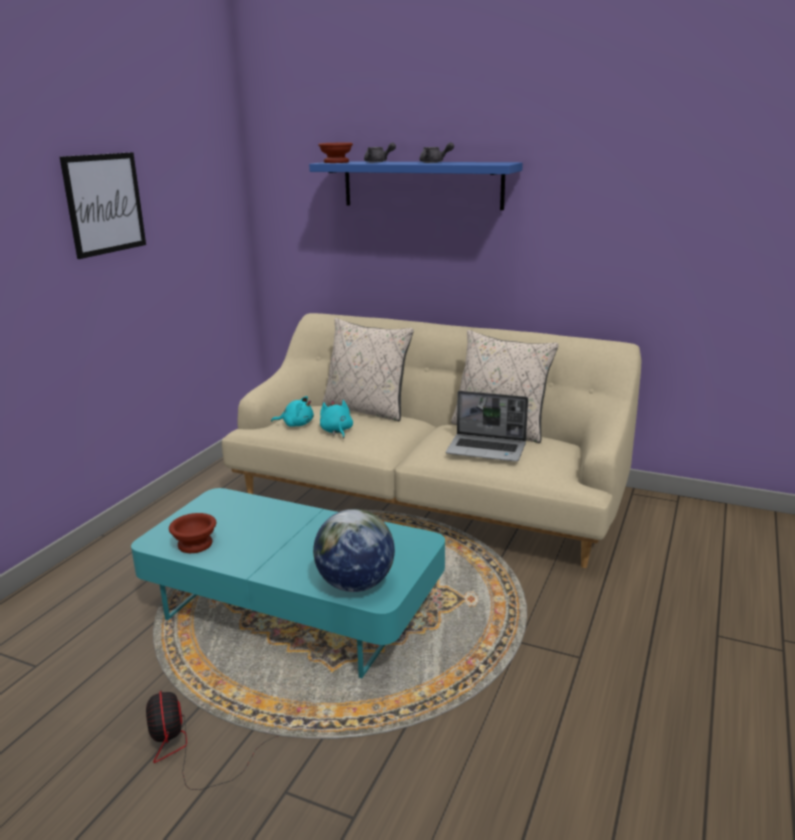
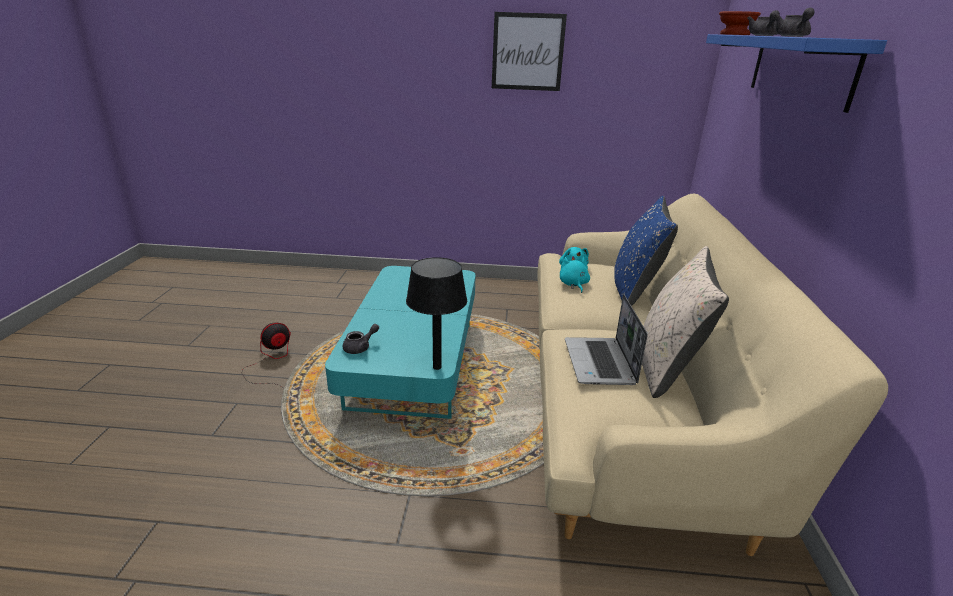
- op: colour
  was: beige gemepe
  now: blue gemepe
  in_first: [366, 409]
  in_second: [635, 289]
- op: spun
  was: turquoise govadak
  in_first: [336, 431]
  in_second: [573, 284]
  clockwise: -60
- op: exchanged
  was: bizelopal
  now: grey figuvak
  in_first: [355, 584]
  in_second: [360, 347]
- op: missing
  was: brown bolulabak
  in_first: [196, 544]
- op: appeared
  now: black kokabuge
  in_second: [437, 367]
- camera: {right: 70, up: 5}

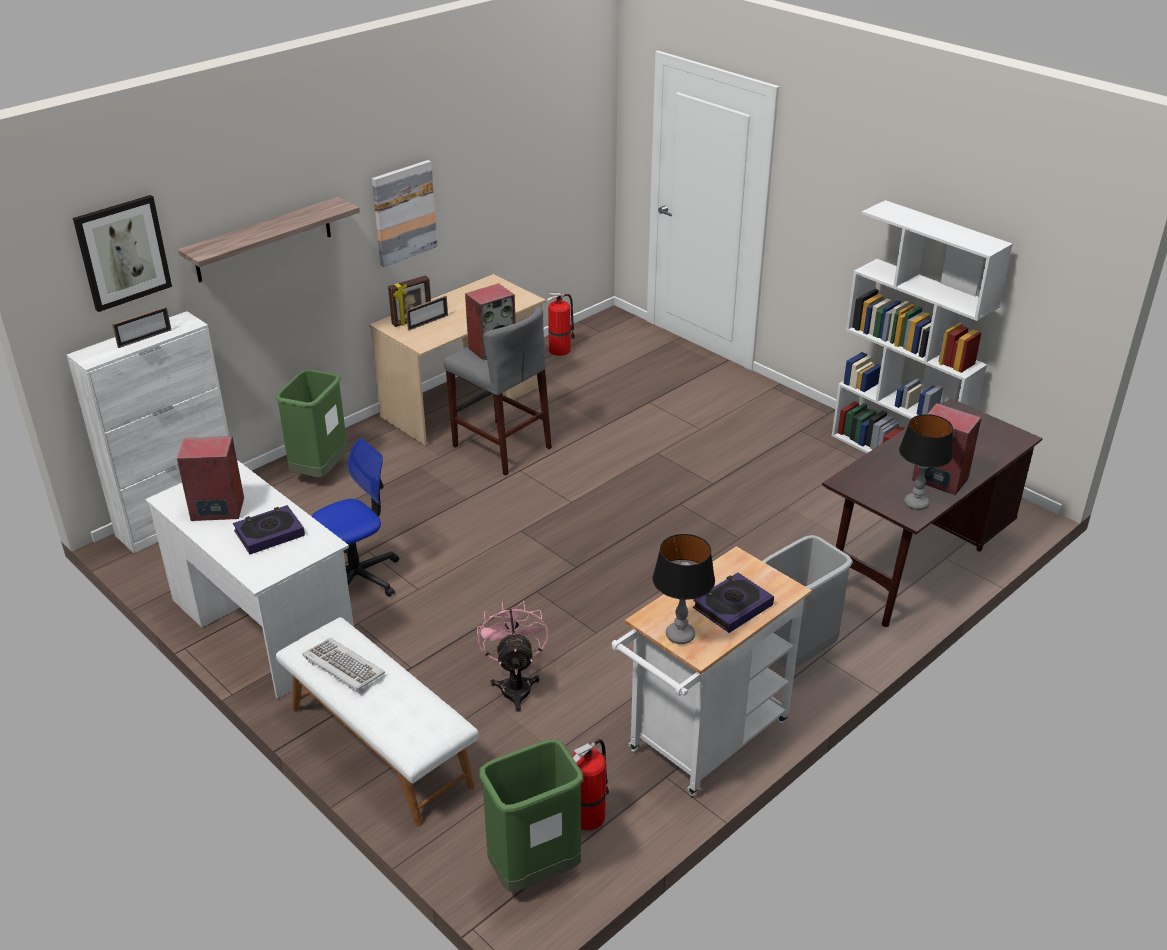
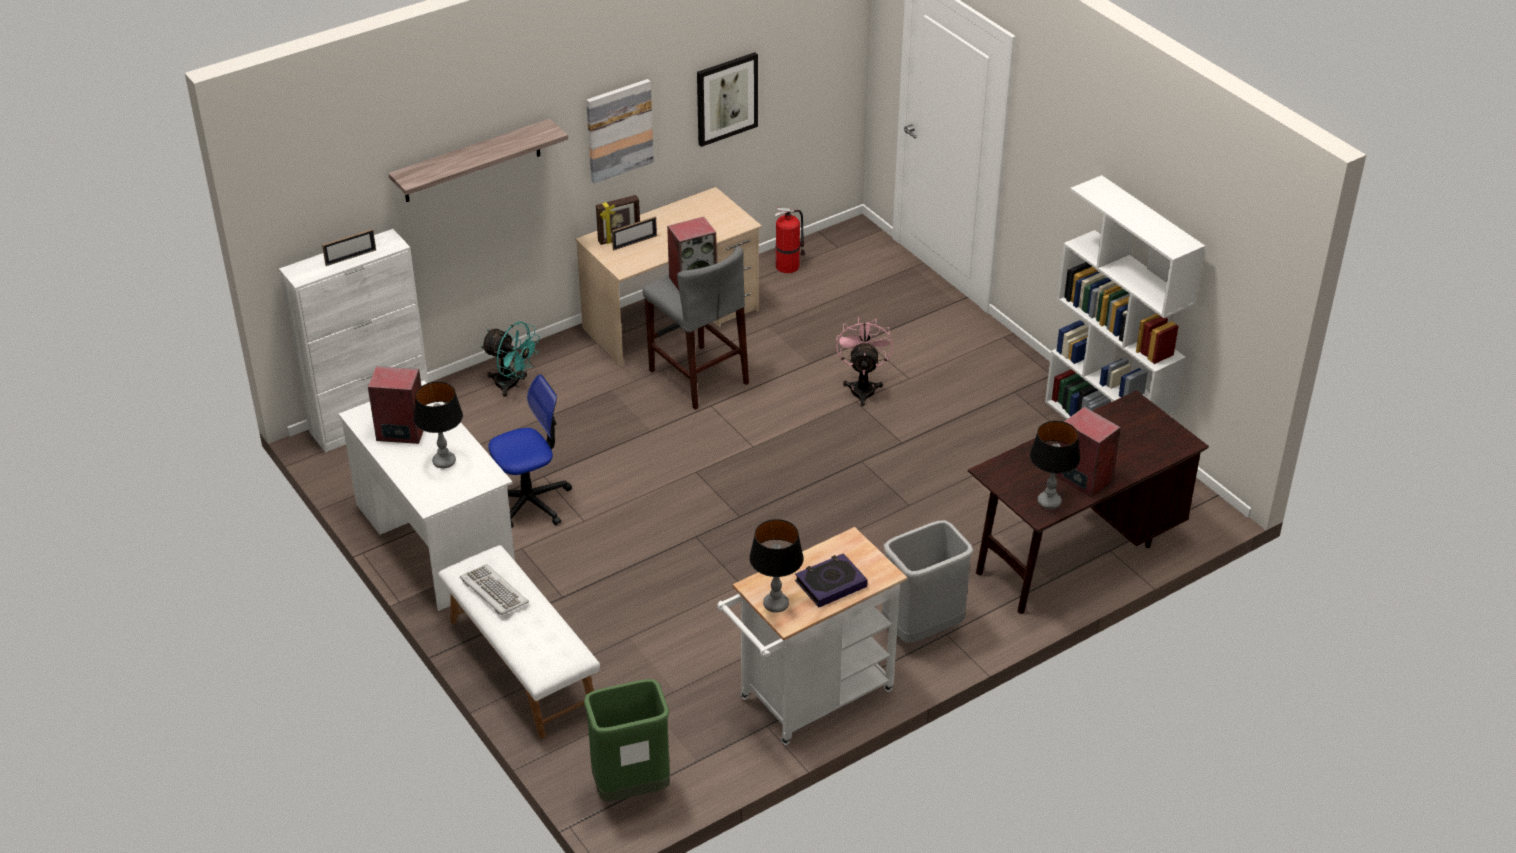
- op: relocated
  was: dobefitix
  in_first: [122, 252]
  in_second: [726, 98]
- op: exchanged
  was: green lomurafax
  now: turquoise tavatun
  in_first: [320, 472]
  in_second: [512, 385]
- op: exchanged
  was: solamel
  now: kokabuge
  in_first: [269, 533]
  in_second: [444, 461]
- op: relocated
  was: pink tavatun
  in_first: [515, 685]
  in_second: [863, 387]
- op: missing
  was: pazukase
  in_first: [589, 815]
- camera: {right: 10, up: 5}

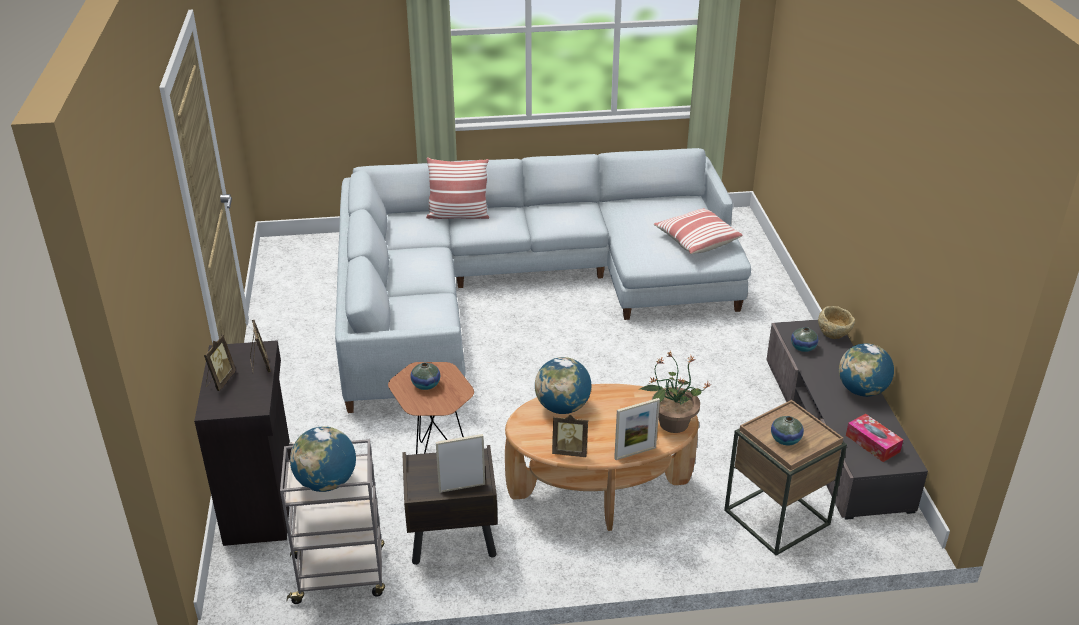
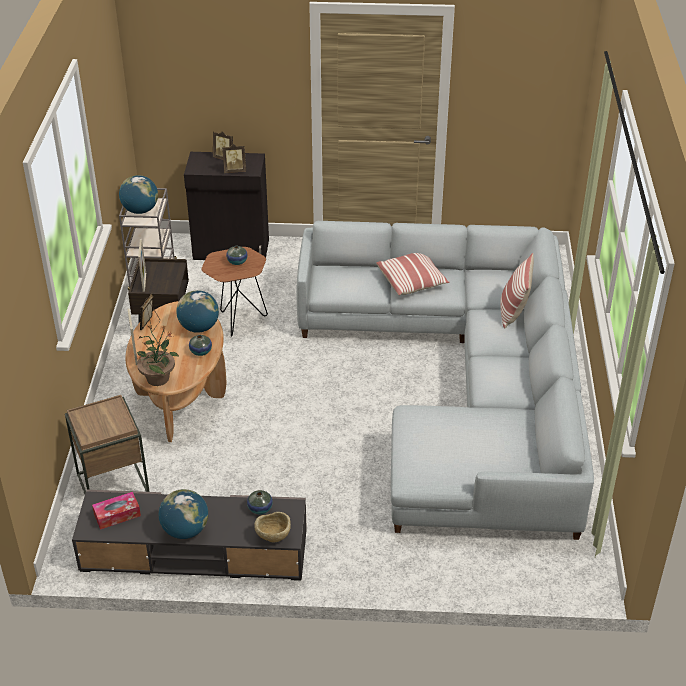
- op: relocated
  was: gemepe
  in_first: [696, 241]
  in_second: [412, 281]
- op: relocated
  was: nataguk
  in_first: [785, 439]
  in_second: [201, 351]
- camera: {right: 100, up: 5}

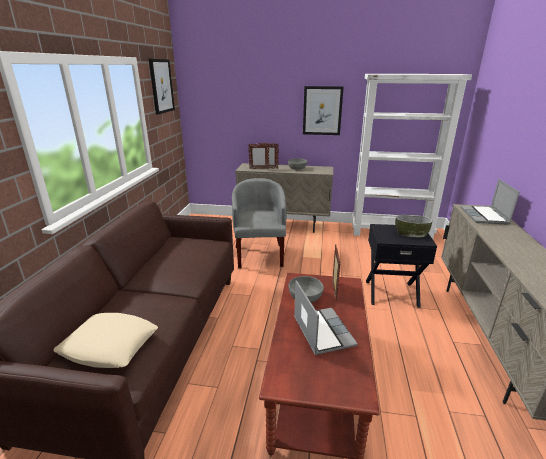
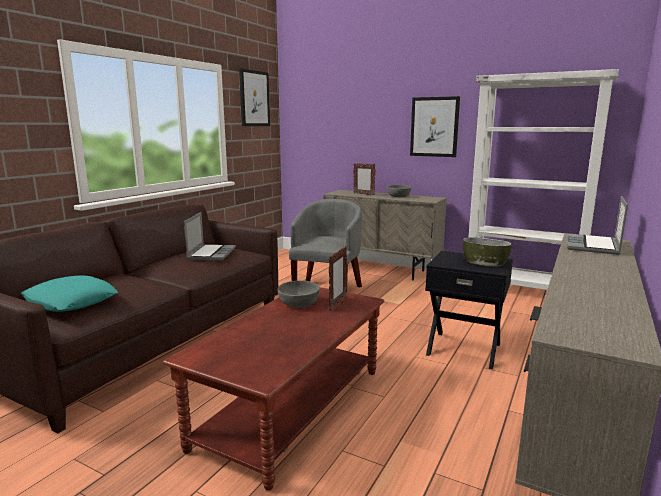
- op: missing
  was: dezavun
  in_first: [259, 169]
- op: relocated
  was: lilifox
  in_first: [322, 331]
  in_second: [211, 253]
- op: colour
  was: beige gemepe
  now: turquoise gemepe
  in_first: [109, 345]
  in_second: [70, 301]
- camera: {right: 20, up: -10}

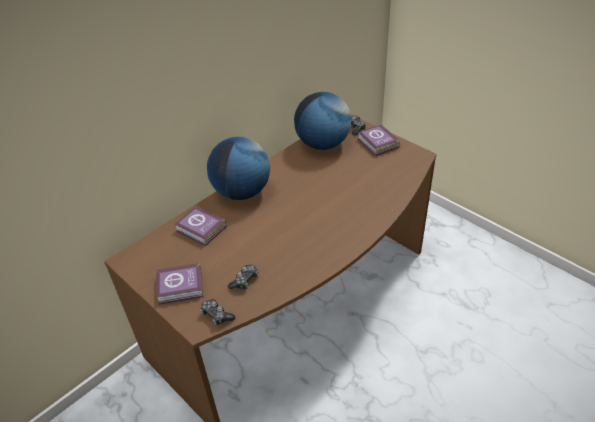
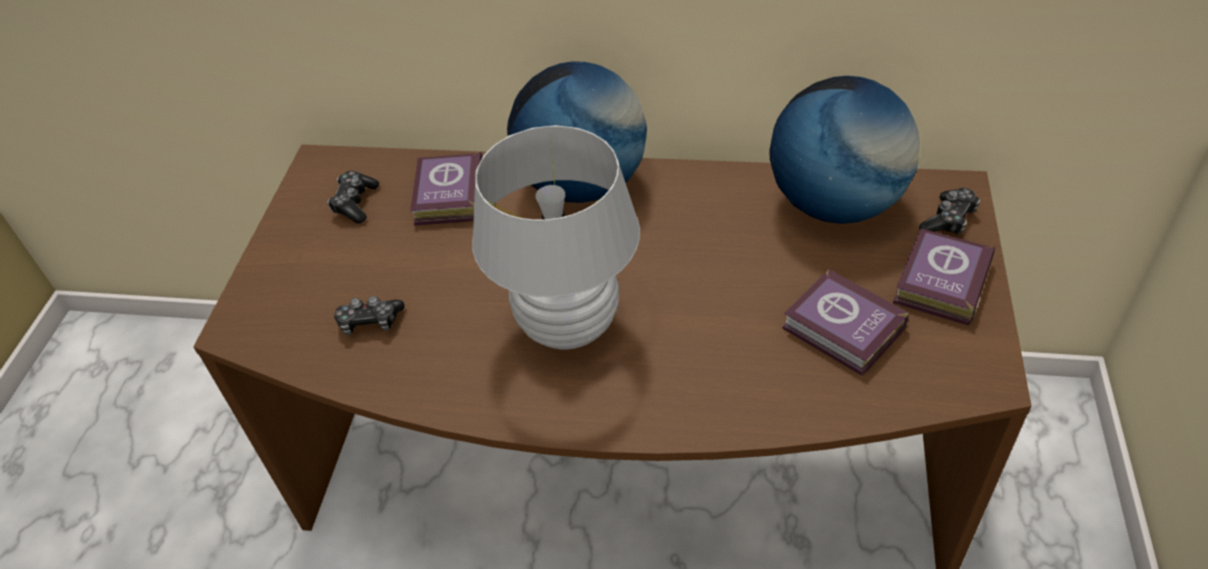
- op: relocated
  was: solamel
  in_first: [181, 287]
  in_second: [844, 331]
- op: relocated
  was: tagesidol
  in_first: [216, 315]
  in_second: [355, 203]
- op: appeared
  now: white kokabuge
  in_second: [568, 325]
- camera: {right: 55, up: 5}

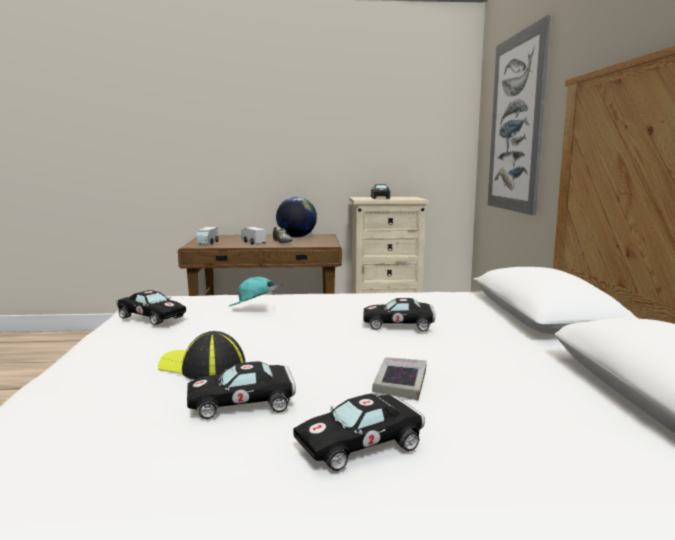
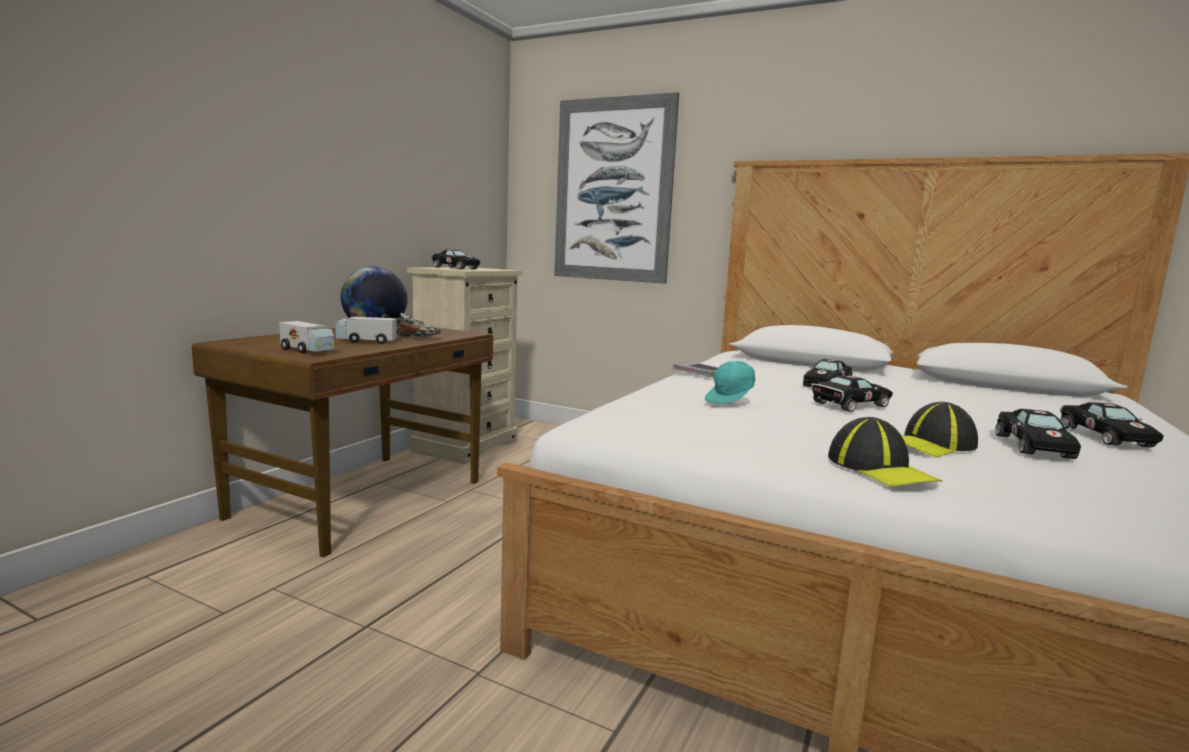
- op: relocated
  was: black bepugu
  in_first: [150, 317]
  in_second: [849, 405]
- op: relocated
  was: solamel
  in_first: [400, 383]
  in_second: [700, 374]
- op: appeared
  now: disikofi
  in_second: [881, 469]
- camera: {right: -60, up: 0}

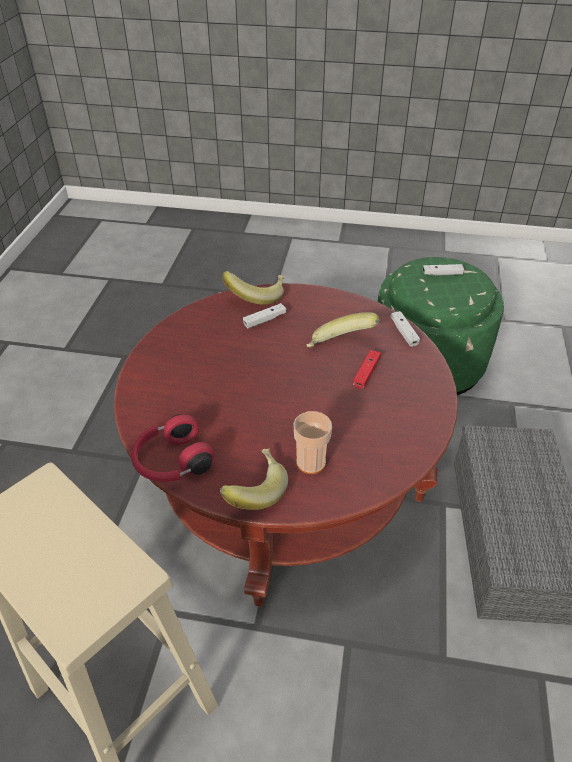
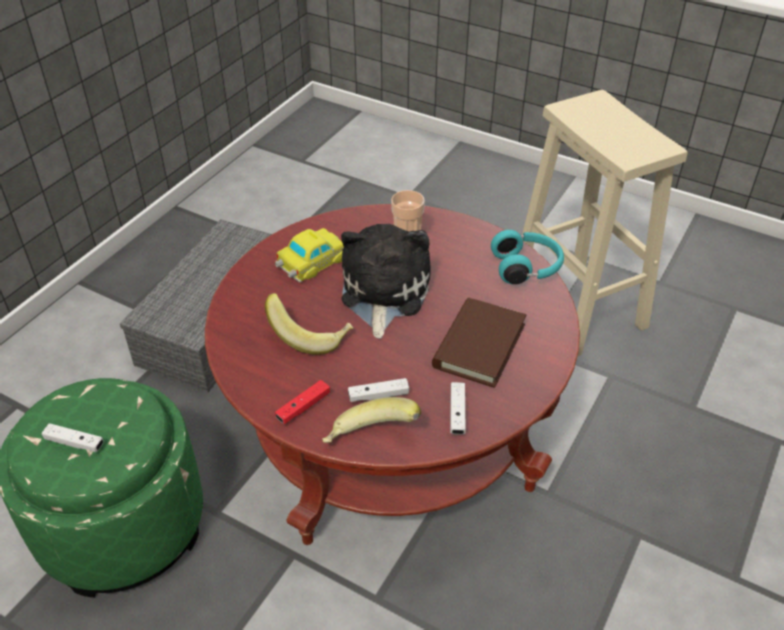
- op: relocated
  was: white tagesidol
  in_first: [404, 332]
  in_second: [457, 413]
- op: relocated
  was: red tagesidol
  in_first: [366, 373]
  in_second: [303, 407]
- op: colour
  was: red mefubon
  now: turquoise mefubon
  in_first: [172, 462]
  in_second: [527, 267]
- op: missing
  was: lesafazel
  in_first: [254, 490]
- op: appeared
  now: govadak
  in_second: [383, 293]
- op: appeared
  now: bepugu
  in_second: [311, 262]
- op: appeared
  now: brown solamel
  in_second: [479, 345]
- camera: {right: -160, up: 0}

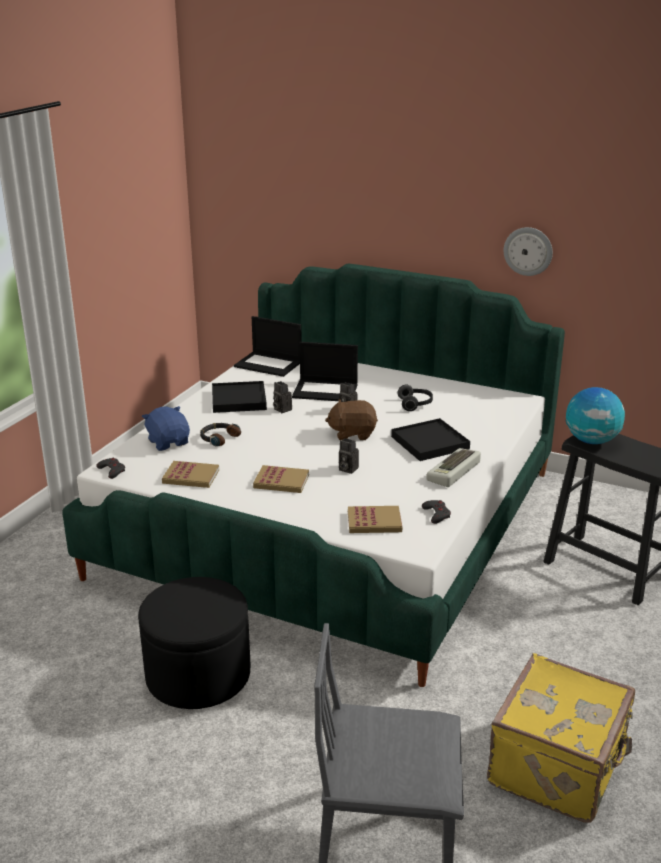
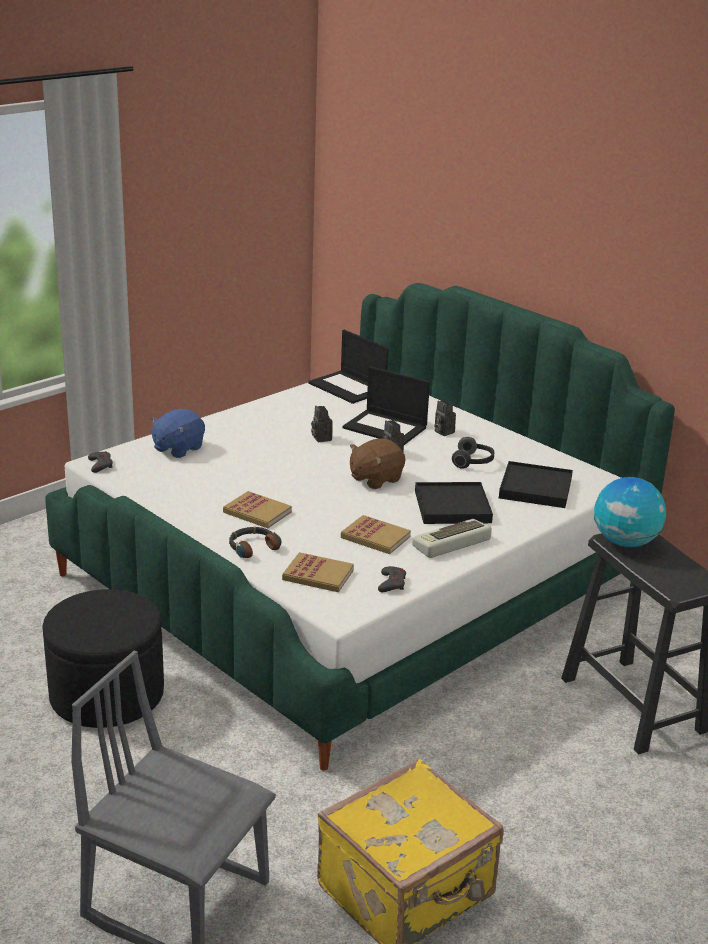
- op: missing
  was: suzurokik
  in_first: [528, 251]
- op: relocated
  was: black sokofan
  in_first: [239, 400]
  in_second: [535, 488]
- op: spun
  was: brown govadak
  in_first: [352, 433]
  in_second: [375, 479]
  clockwise: -60
- op: spun
  was: blue govadak
  in_first: [169, 442]
  in_second: [177, 448]
  clockwise: -135
- op: relocated
  was: mefubon
  in_first: [219, 438]
  in_second: [253, 547]
- op: relocated
  was: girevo
  in_first: [347, 469]
  in_second: [442, 431]
- op: relocated
  was: solamel
  in_first: [191, 477]
  in_second: [375, 537]
- camera: {right: 20, up: 0}

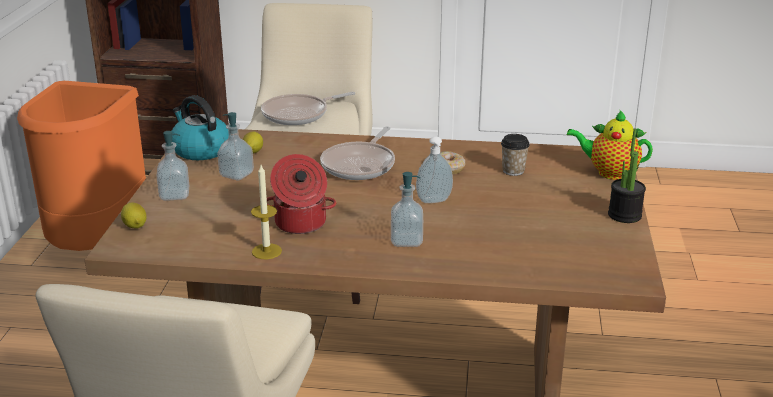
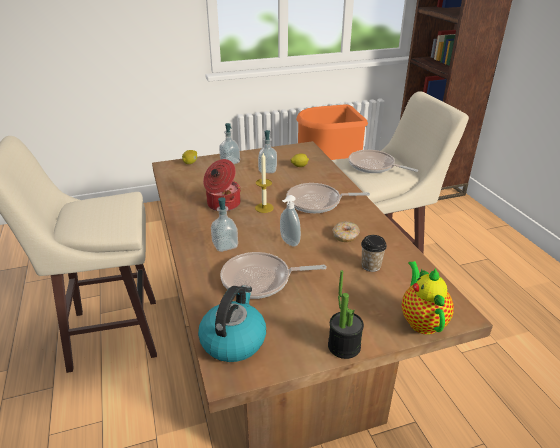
- op: relocated
  was: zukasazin
  in_first: [200, 150]
  in_second: [233, 340]
- op: relocated
  was: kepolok
  in_first: [266, 251]
  in_second: [264, 208]
- op: appeared
  now: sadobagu
  in_second: [260, 280]
- camera: {right: 65, up: 5}

